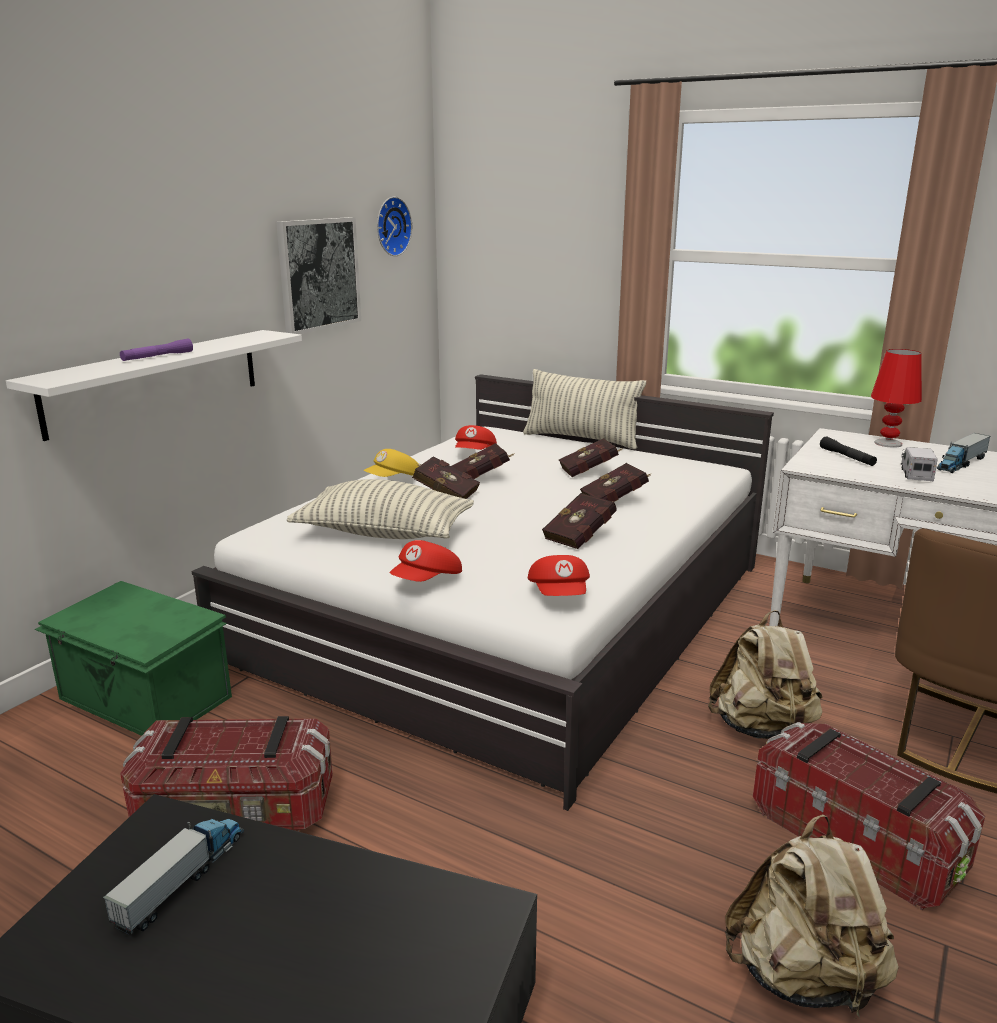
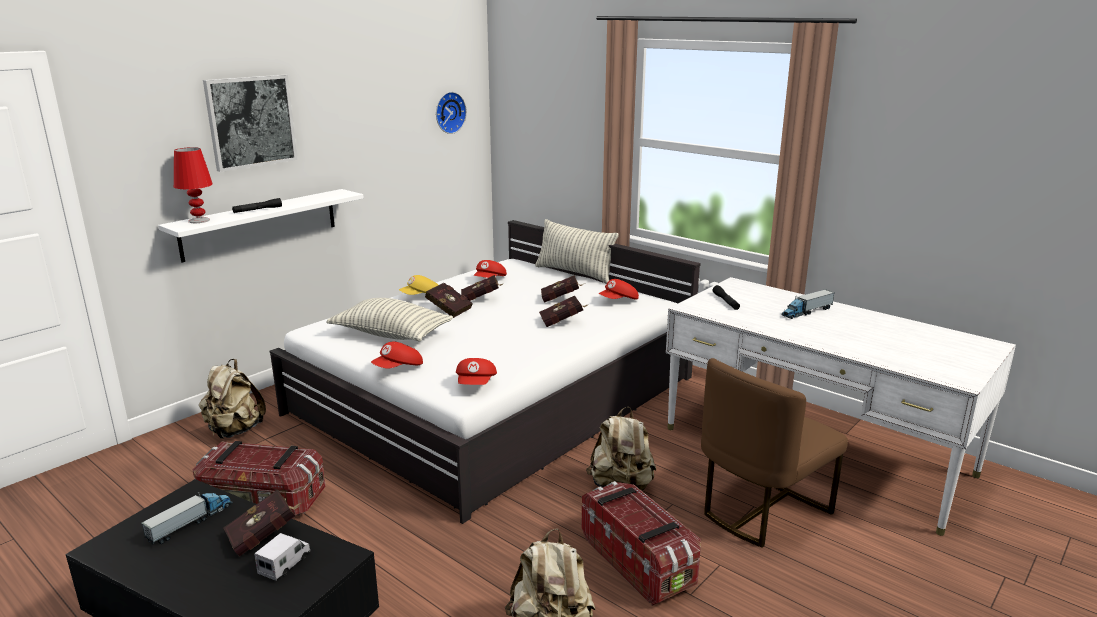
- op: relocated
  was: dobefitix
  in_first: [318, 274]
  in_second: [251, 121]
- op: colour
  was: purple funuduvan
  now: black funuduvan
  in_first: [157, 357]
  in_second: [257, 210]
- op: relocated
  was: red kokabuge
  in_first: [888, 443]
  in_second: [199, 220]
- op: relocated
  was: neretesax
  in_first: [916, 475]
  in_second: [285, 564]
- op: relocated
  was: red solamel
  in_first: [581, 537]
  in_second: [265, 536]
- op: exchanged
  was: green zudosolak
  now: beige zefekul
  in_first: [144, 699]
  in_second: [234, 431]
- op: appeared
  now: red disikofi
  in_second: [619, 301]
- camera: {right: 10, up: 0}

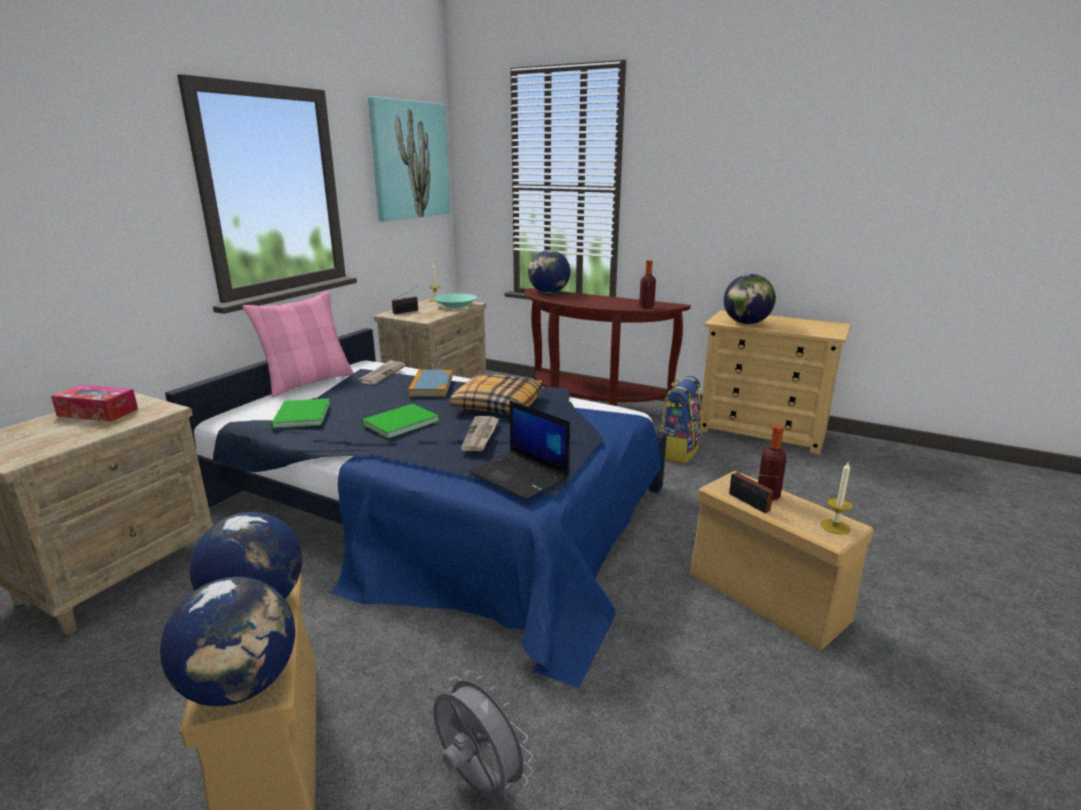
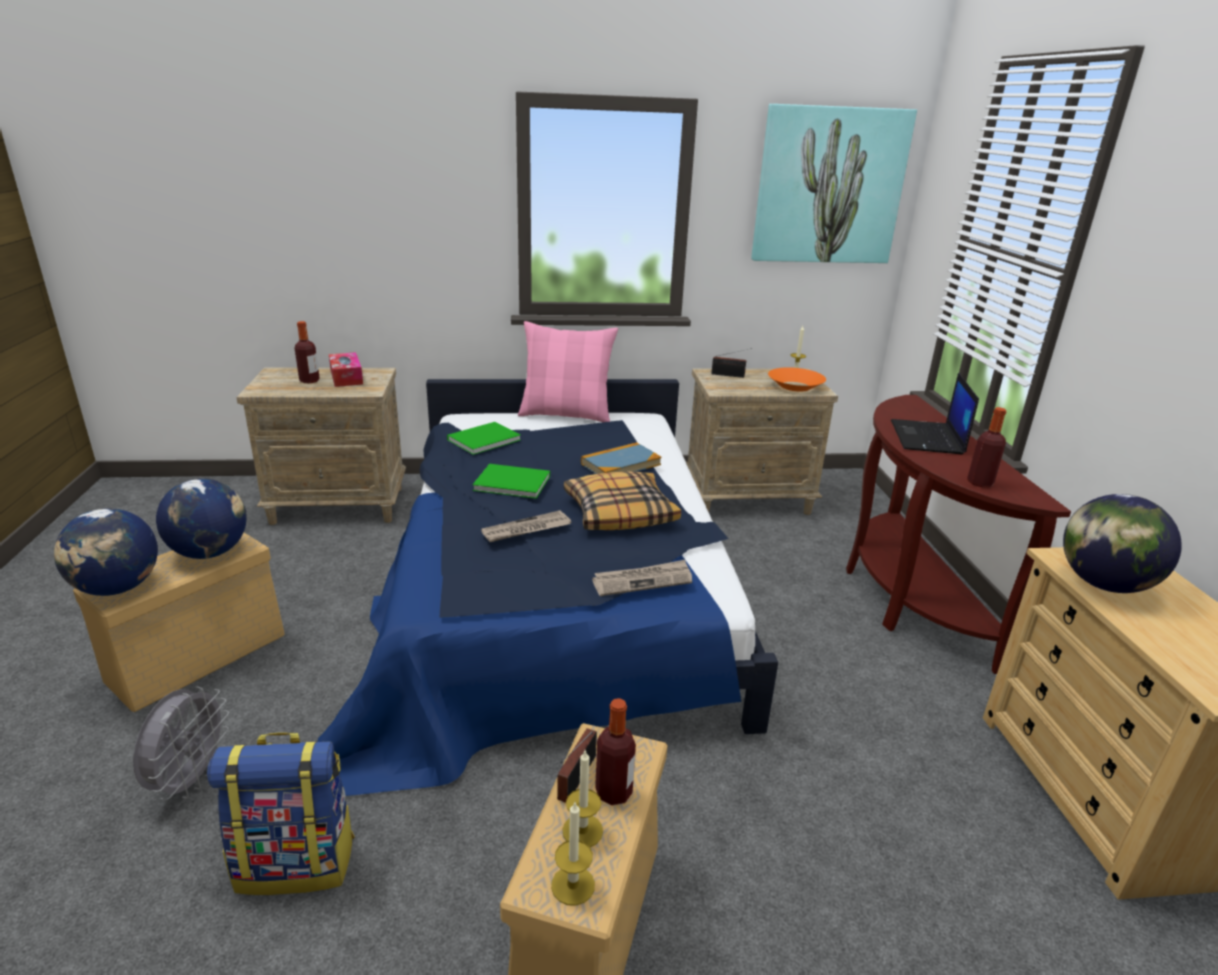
- op: missing
  was: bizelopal
  in_first: [549, 293]
- op: colour
  was: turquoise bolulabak
  now: orange bolulabak
  in_first: [455, 305]
  in_second: [795, 386]
- op: relocated
  was: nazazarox
  in_first: [382, 374]
  in_second: [642, 580]
- op: relocated
  was: zefekul
  in_first: [678, 451]
  in_second: [297, 862]
- op: relocated
  was: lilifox
  in_first: [521, 475]
  in_second: [928, 438]
- op: appeared
  now: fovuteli
  in_second: [309, 381]
- op: appeared
  now: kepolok
  in_second: [582, 831]
- camera: {right: 55, up: 5}

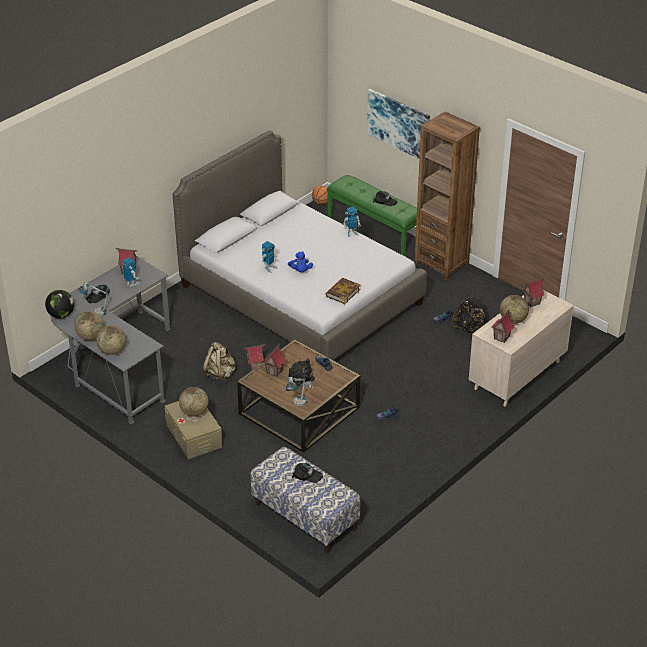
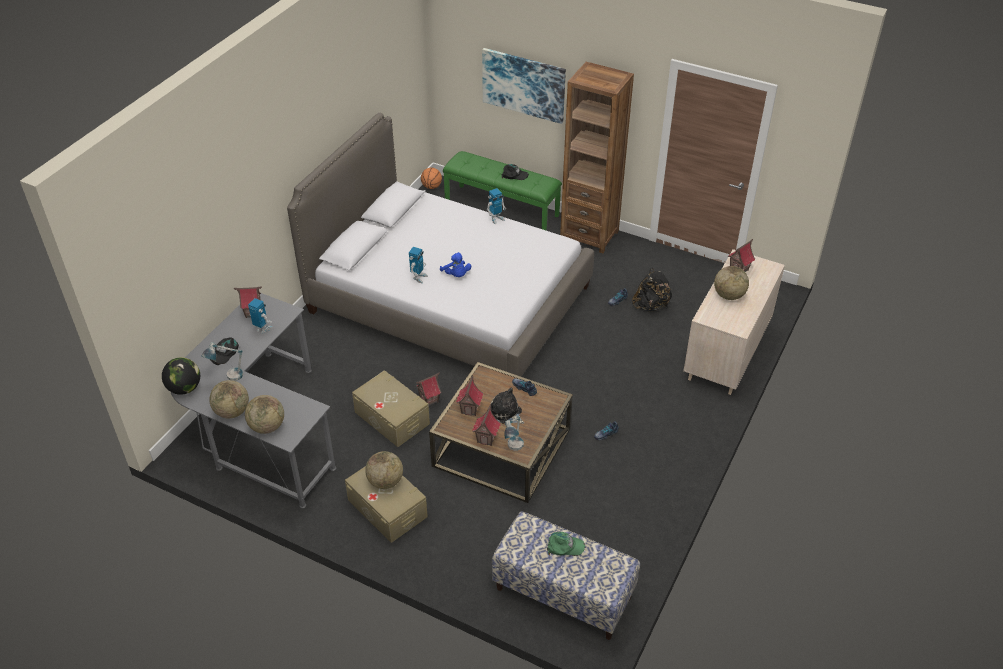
- op: missing
  was: solamel
  in_first: [342, 293]
- op: relocated
  was: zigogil
  in_first: [502, 337]
  in_second: [486, 439]
- op: exchanged
  was: beige zefekul
  now: beige zudosolak
  in_first: [220, 374]
  in_second: [392, 418]
- op: colour
  was: black disikofi
  now: green disikofi
  in_first: [307, 475]
  in_second: [565, 546]
- camera: {right: -15, up: 5}

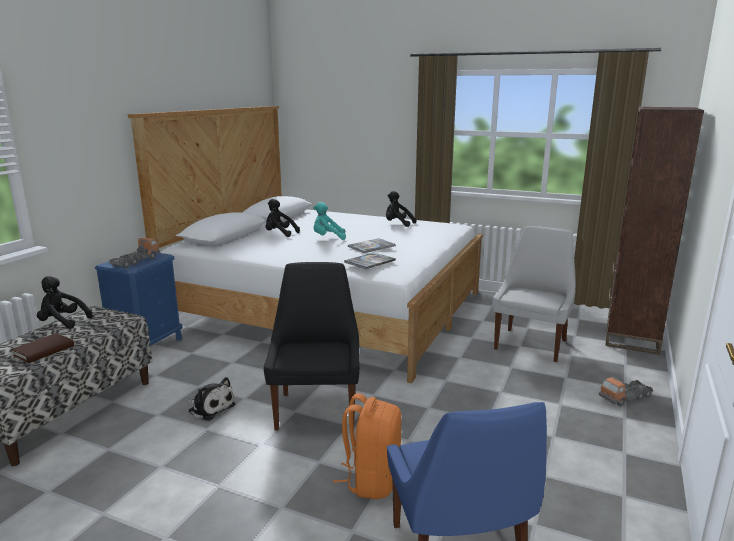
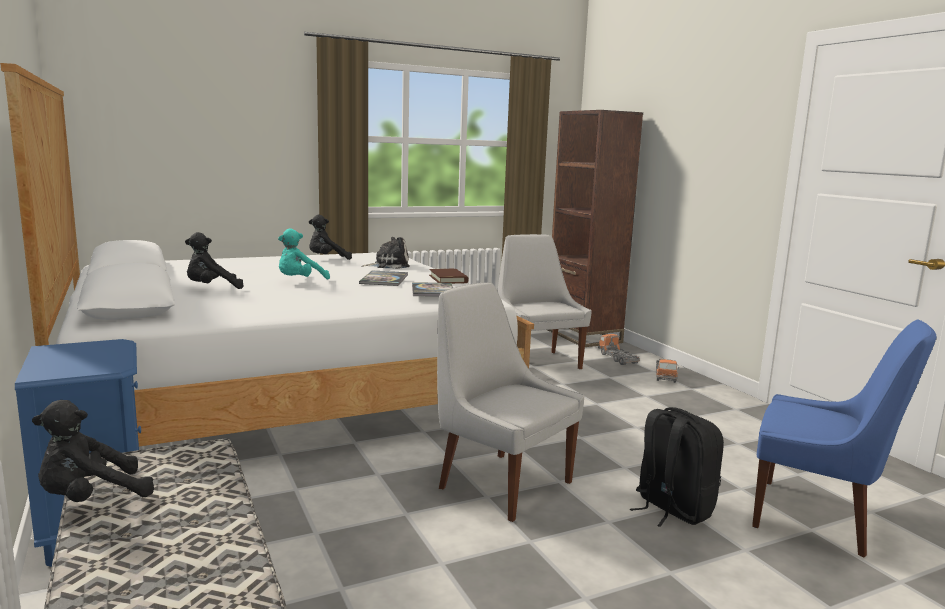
- op: relocated
  was: neretesax
  in_first: [135, 262]
  in_second: [617, 358]
- op: colour
  was: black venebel
  now: white venebel
  in_first: [317, 408]
  in_second: [501, 483]
- op: relocated
  was: brown solamel
  in_first: [44, 351]
  in_second: [448, 279]
- op: relocated
  was: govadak
  in_first: [210, 408]
  in_second: [389, 265]
- op: colour
  was: orange zefekul
  now: black zefekul
  in_first: [372, 480]
  in_second: [671, 509]
- camera: {right: -50, up: -5}

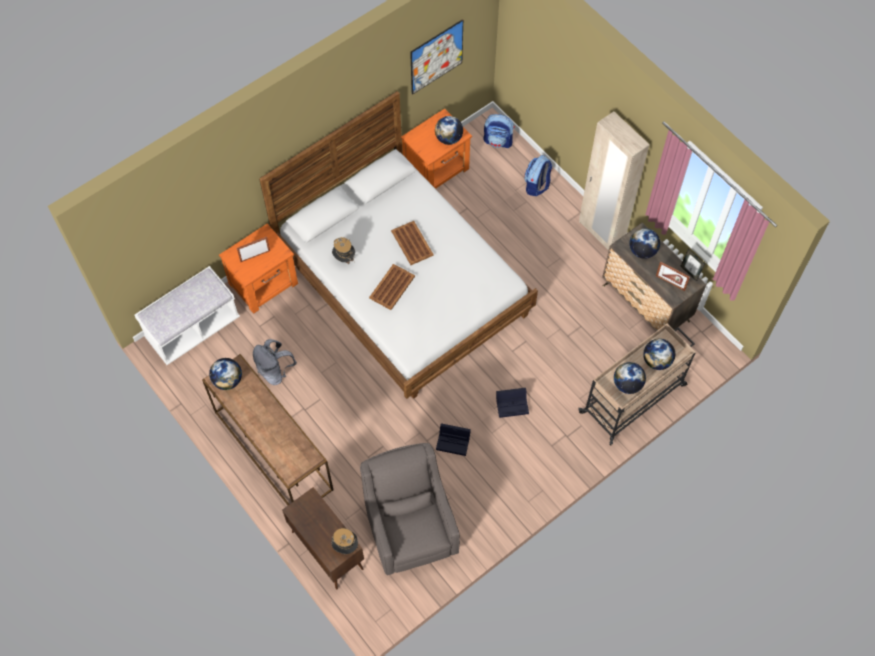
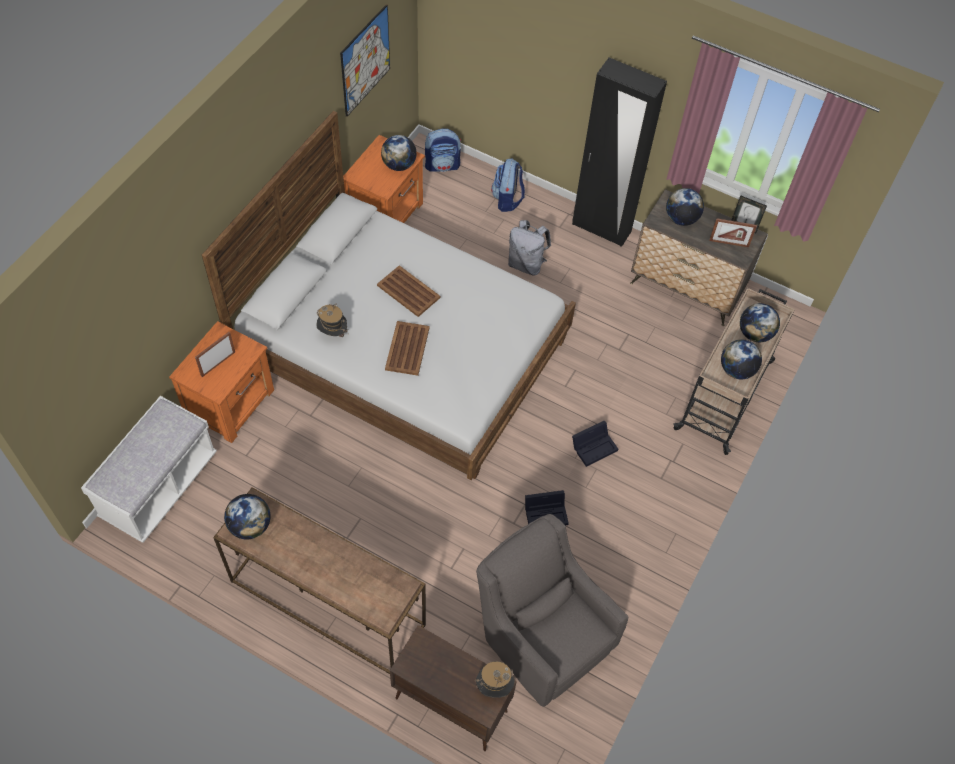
- op: colour
  was: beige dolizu
  now: black dolizu
  in_first: [601, 232]
  in_second: [601, 228]
- op: relocated
  was: grey zefekul
  in_first: [275, 372]
  in_second: [526, 264]
- camera: {right: -25, up: -5}

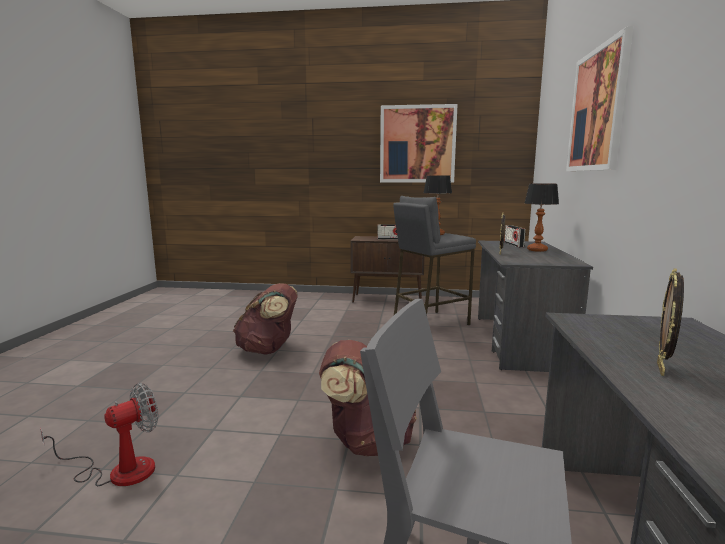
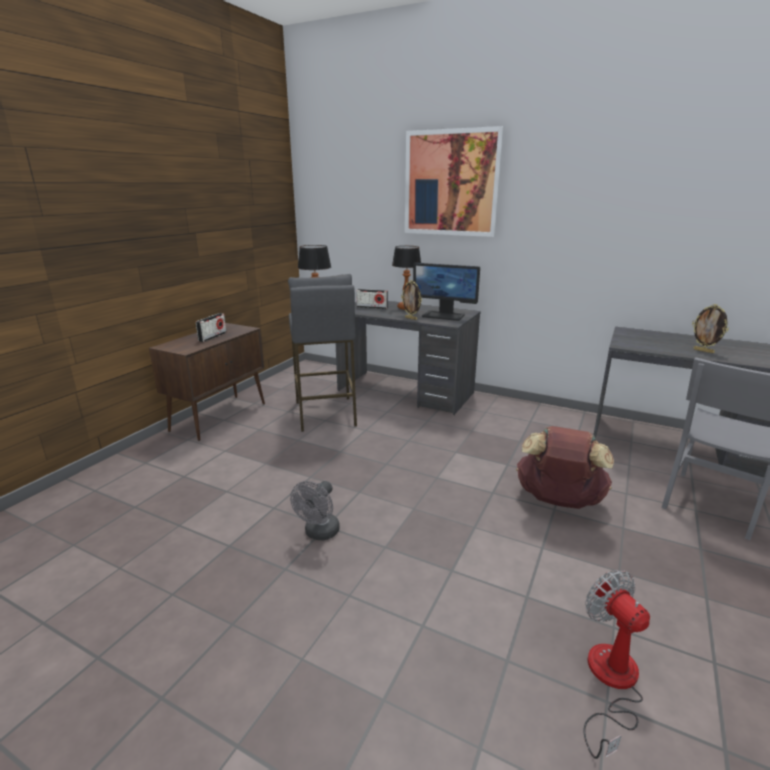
- op: missing
  was: dobefitix
  in_first: [417, 144]
- op: exchanged
  was: brown zefekul
  now: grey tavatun
  in_first: [268, 349]
  in_second: [319, 533]
- op: appeared
  now: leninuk
  in_second: [444, 315]
- camera: {right: -70, up: 10}

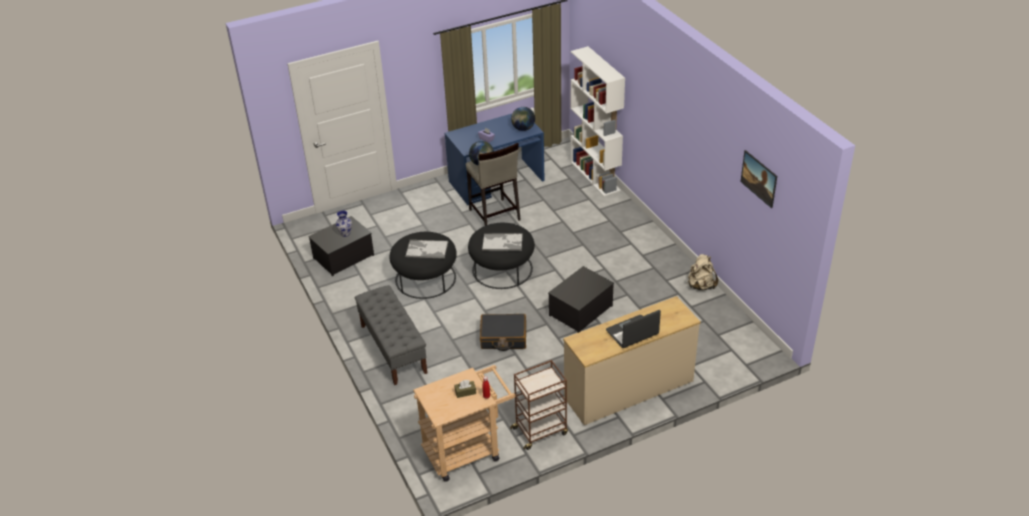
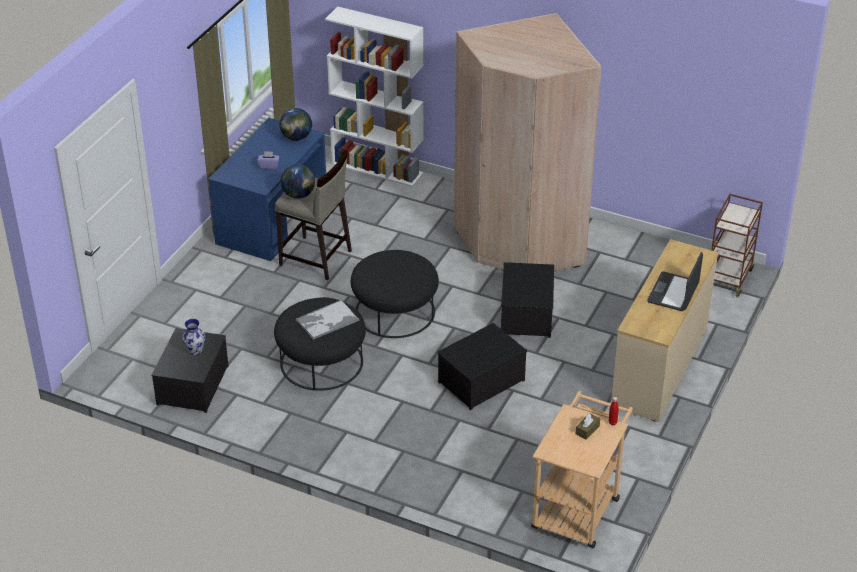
- op: missing
  was: dobefitix
  in_first: [757, 186]
- op: missing
  was: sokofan
  in_first: [502, 242]
- op: missing
  was: beige zefekul
  in_first: [701, 286]
- op: missing
  was: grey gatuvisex
  in_first: [393, 349]
- op: exchanged
  was: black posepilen
  now: zudosolak
  in_first: [503, 337]
  in_second: [481, 380]
- op: relocated
  was: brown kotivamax
  in_first: [540, 431]
  in_second: [728, 277]
- op: appeared
  now: beige dolizu
  in_second: [520, 244]
- camera: {right: -40, up: 0}

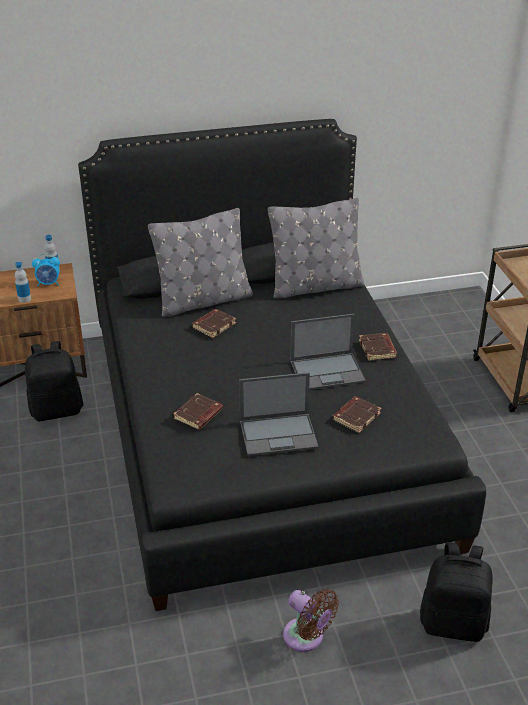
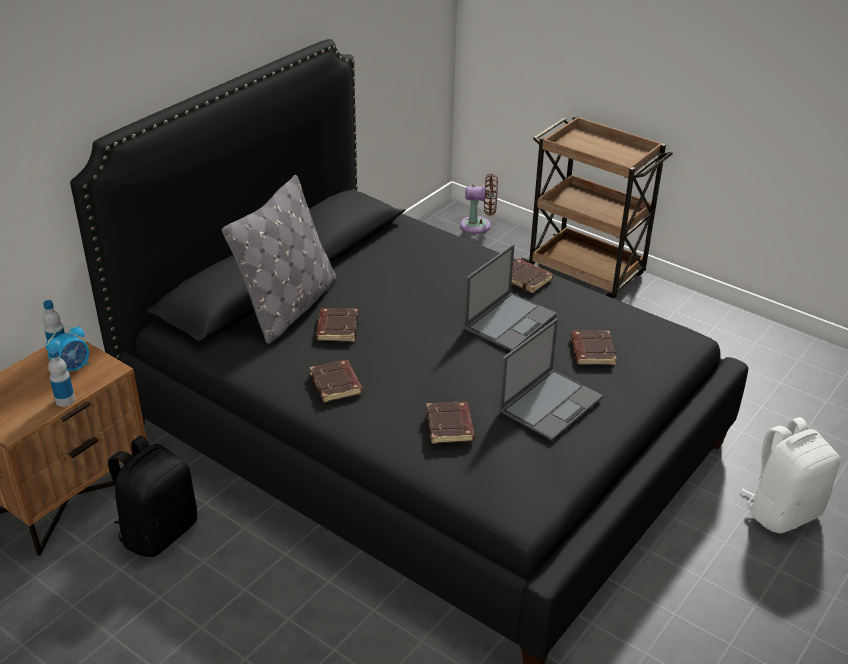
- op: missing
  was: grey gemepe
  in_first: [315, 286]
- op: colour
  was: black zefekul
  now: white zefekul
  in_first: [453, 623]
  in_second: [782, 511]
- op: relocated
  was: brown tavatun
  in_first: [306, 638]
  in_second: [479, 226]
- op: appeared
  now: brown solamel
  in_second: [337, 384]
- camera: {right: -40, up: 0}

